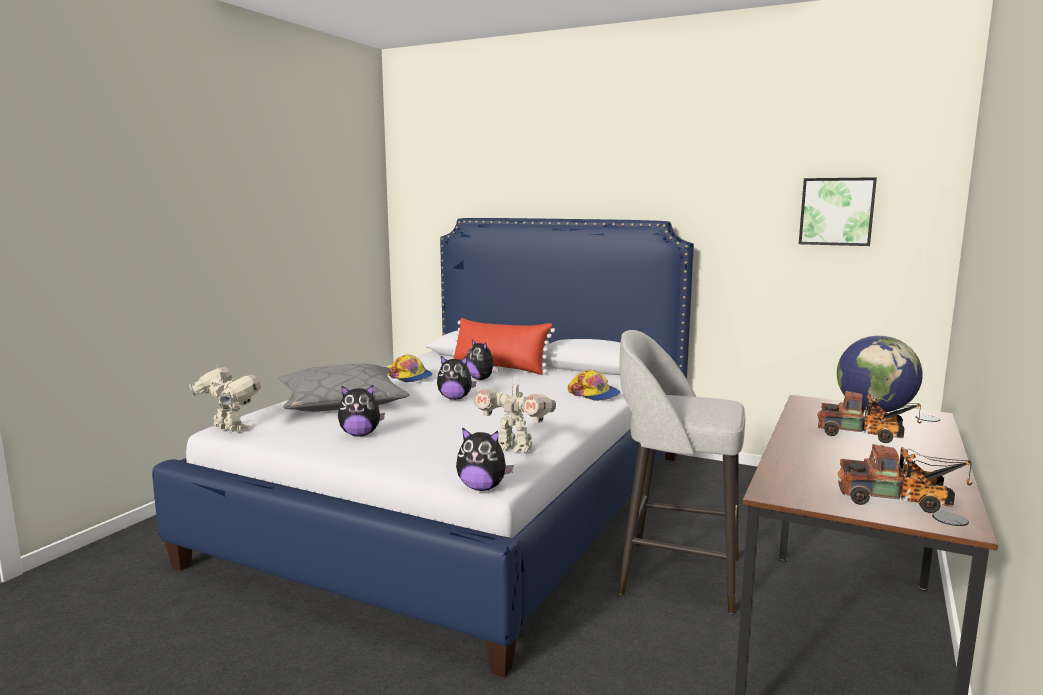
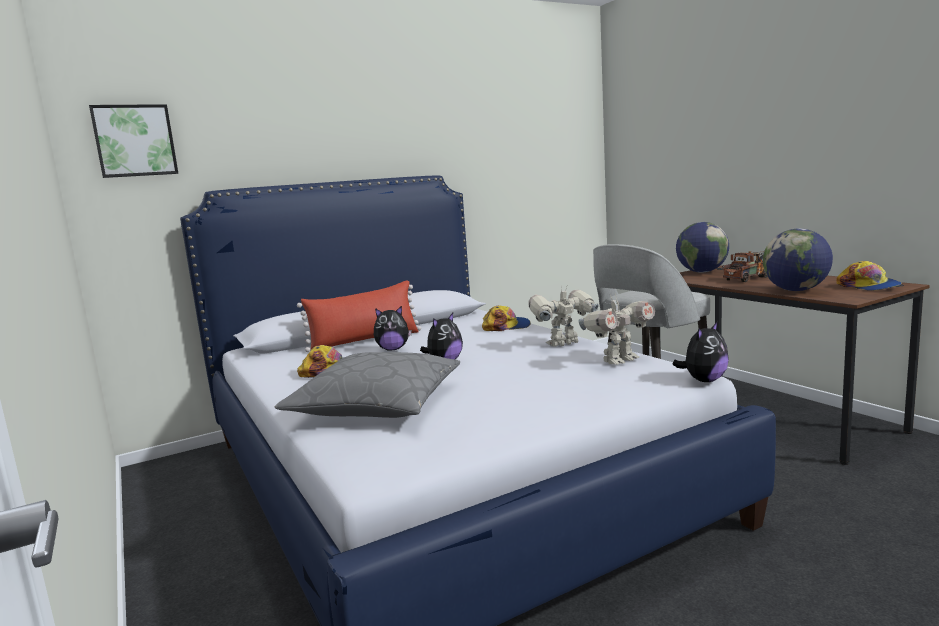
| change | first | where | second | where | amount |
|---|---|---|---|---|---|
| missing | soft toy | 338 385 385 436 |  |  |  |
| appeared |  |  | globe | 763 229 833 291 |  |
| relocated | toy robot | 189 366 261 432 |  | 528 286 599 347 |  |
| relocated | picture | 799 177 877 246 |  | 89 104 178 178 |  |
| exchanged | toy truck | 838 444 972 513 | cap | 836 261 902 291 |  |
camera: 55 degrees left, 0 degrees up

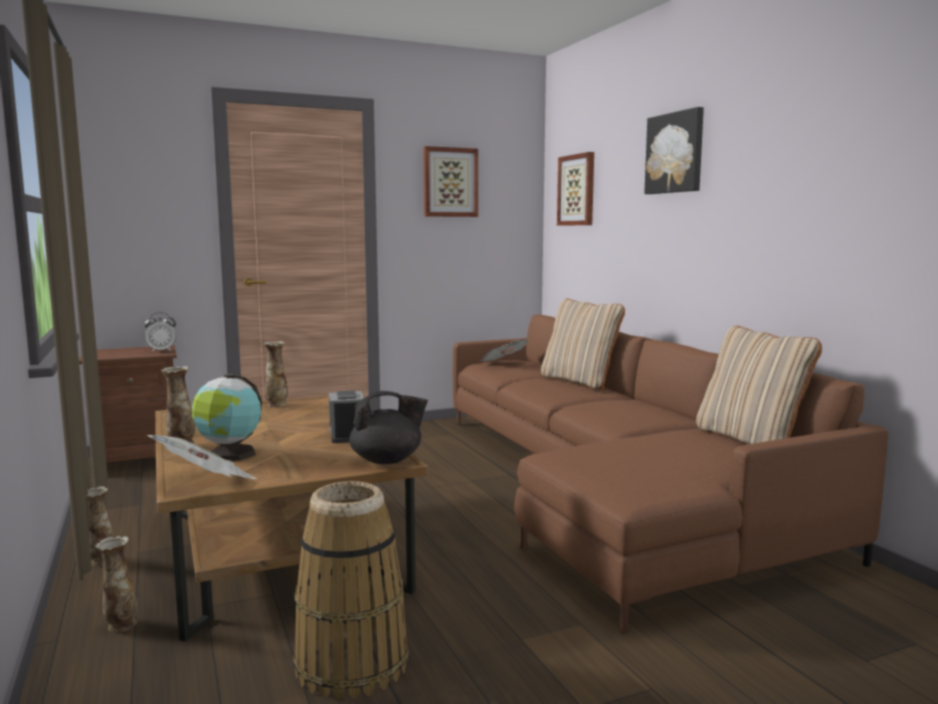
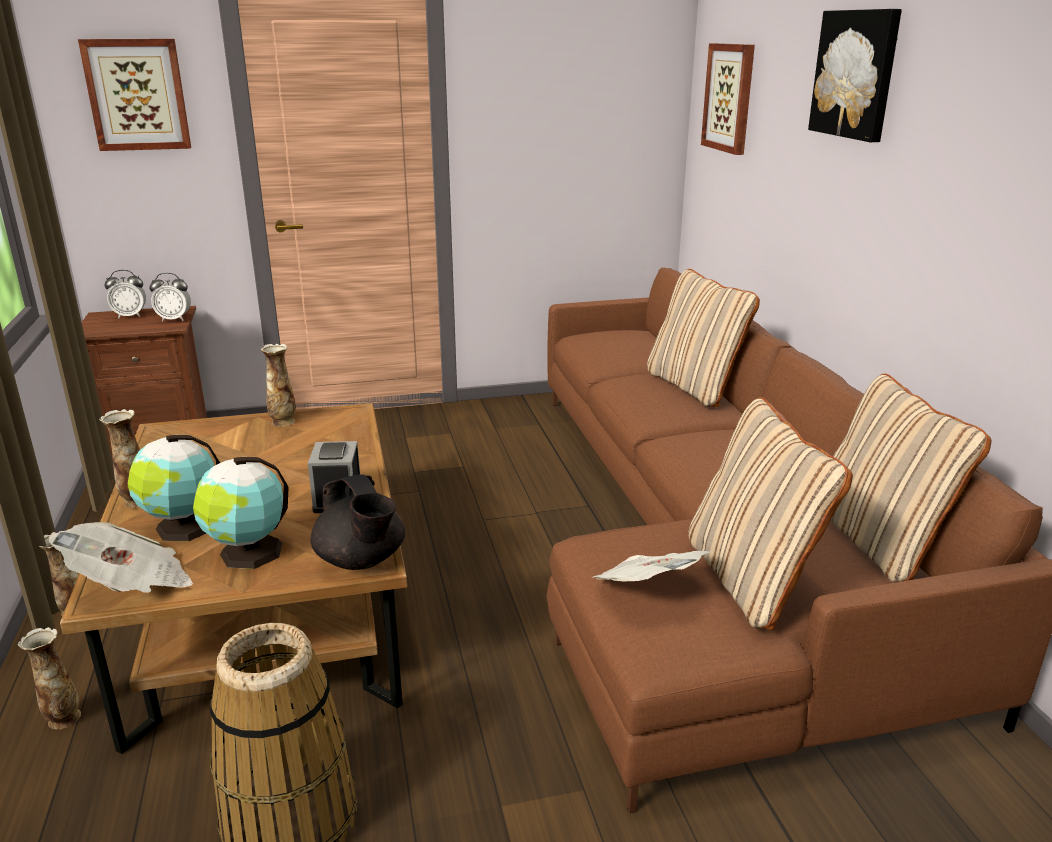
| change | first | where | second | where | amount |
|---|---|---|---|---|---|
| appeared |  |  | alarm clock | 105 270 146 319 |  |
| appeared |  |  | globe | 193 457 288 569 |  |
| appeared |  |  | pillow/beige | 688 397 853 631 |  |
| relocated | picture | 423 146 478 217 |  | 78 39 191 151 |  |
| relocated | printed paper | 480 339 529 361 |  | 593 551 712 582 |  |
| spun | teapot/black | 349 391 428 464 |  | 310 474 405 570 | 60 degrees clockwise |
camera: 10 degrees right, 15 degrees up

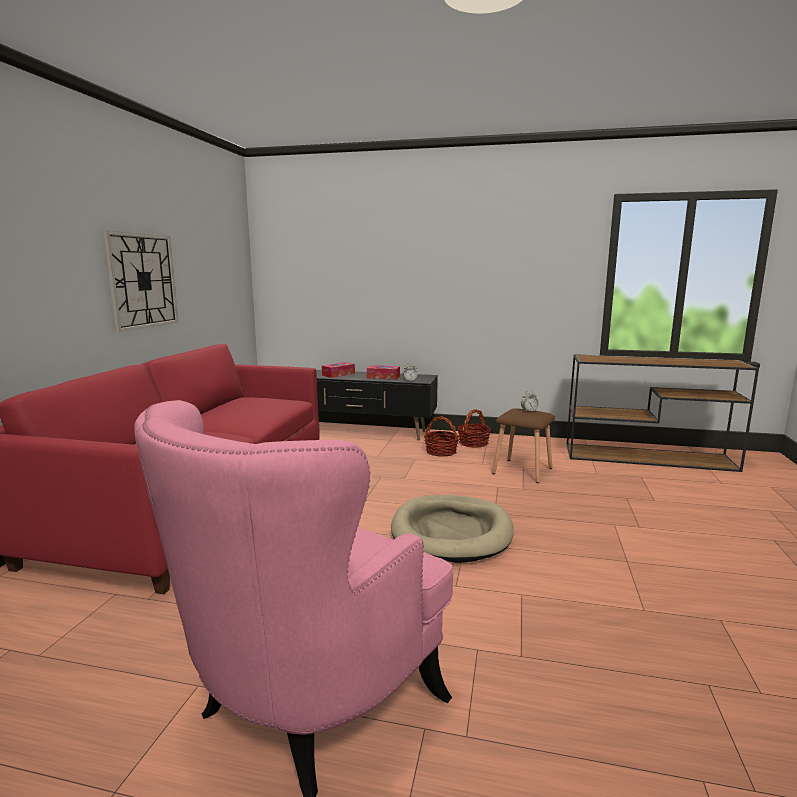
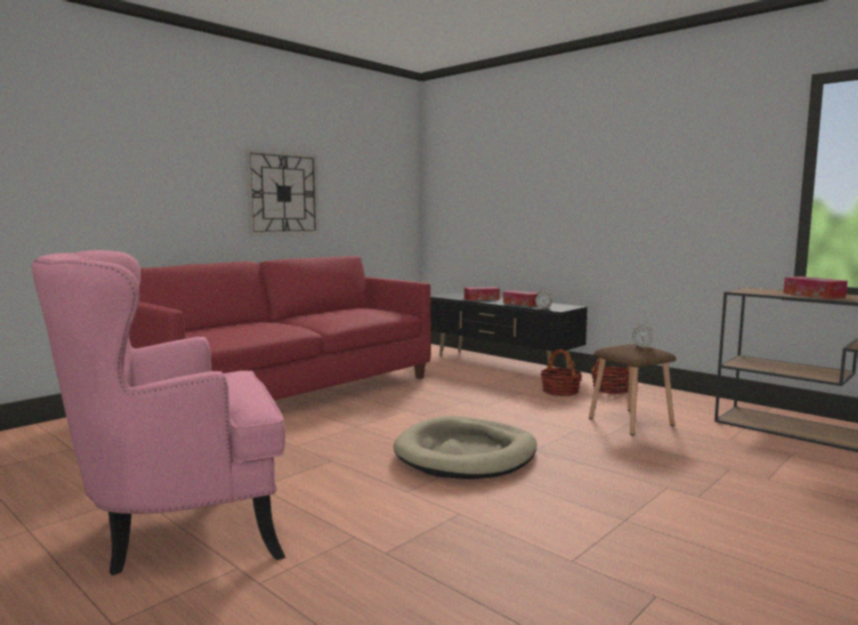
| change | first | where | second | where | amount |
|---|---|---|---|---|---|
| appeared |  |  | box of tissues | 783 276 848 299 |  |
camera: 30 degrees right, 5 degrees down

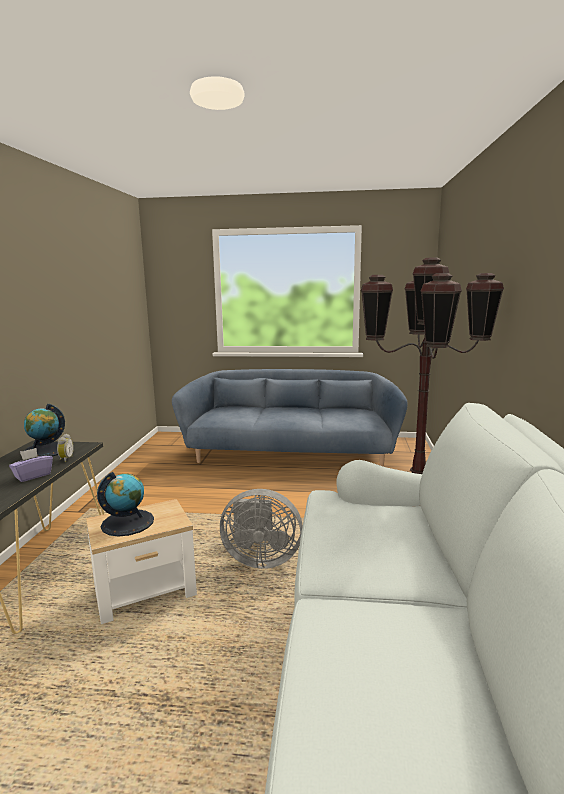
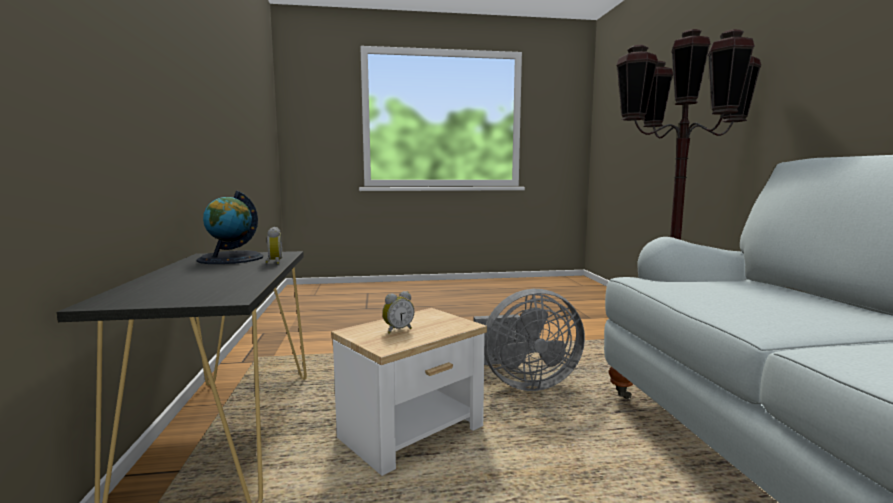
| change | first | where | second | where | amount |
|---|---|---|---|---|---|
| missing | box of tissues/purple | 9 448 53 482 |  |  |  |
| missing | couch/blue-coloured | 172 369 408 467 |  |  |  |
| exchanged | globe | 97 472 154 537 | alarm clock | 382 291 414 334 |  |
camera: 15 degrees left, 5 degrees down

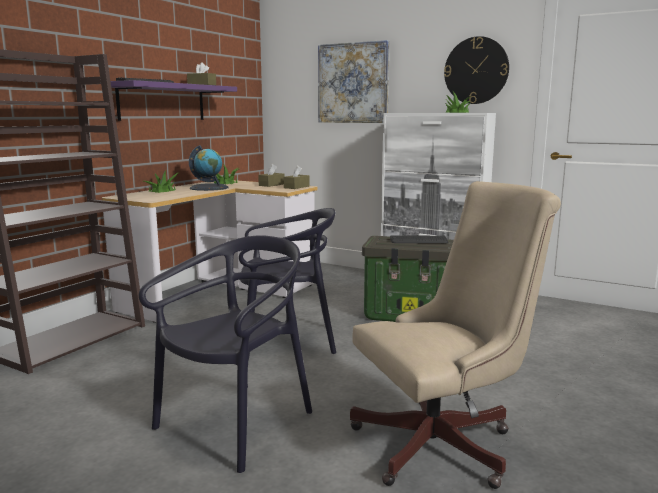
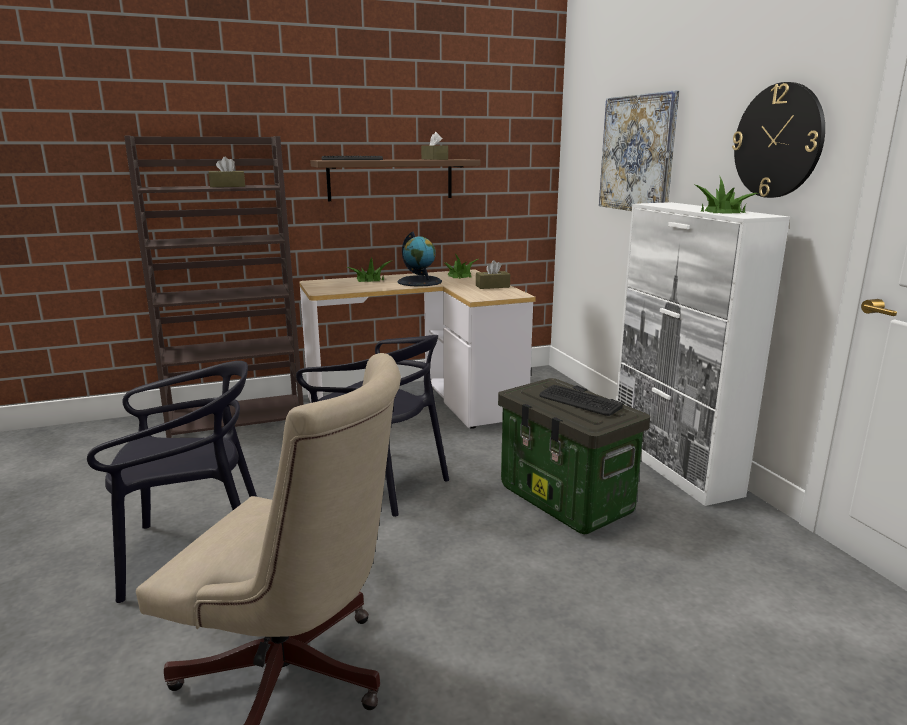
| change | first | where | second | where | amount |
|---|---|---|---|---|---|
| relocated | box of tissues/brown | 284 165 309 189 |  | 208 157 245 187 |  |
| colour | bracket shelf/purple | 110 80 237 121 | bracket shelf/brown | 310 159 480 201 |  |
camera: 40 degrees right, 5 degrees up

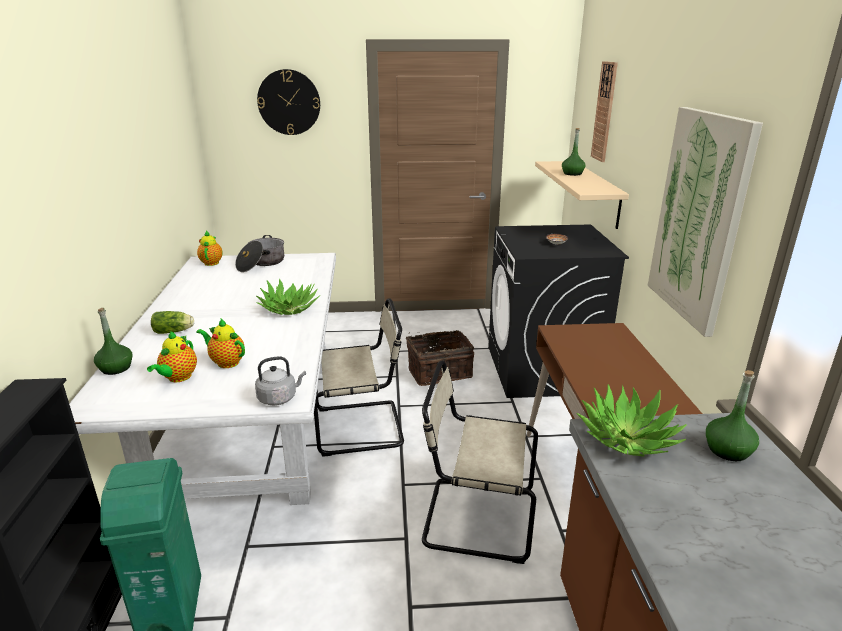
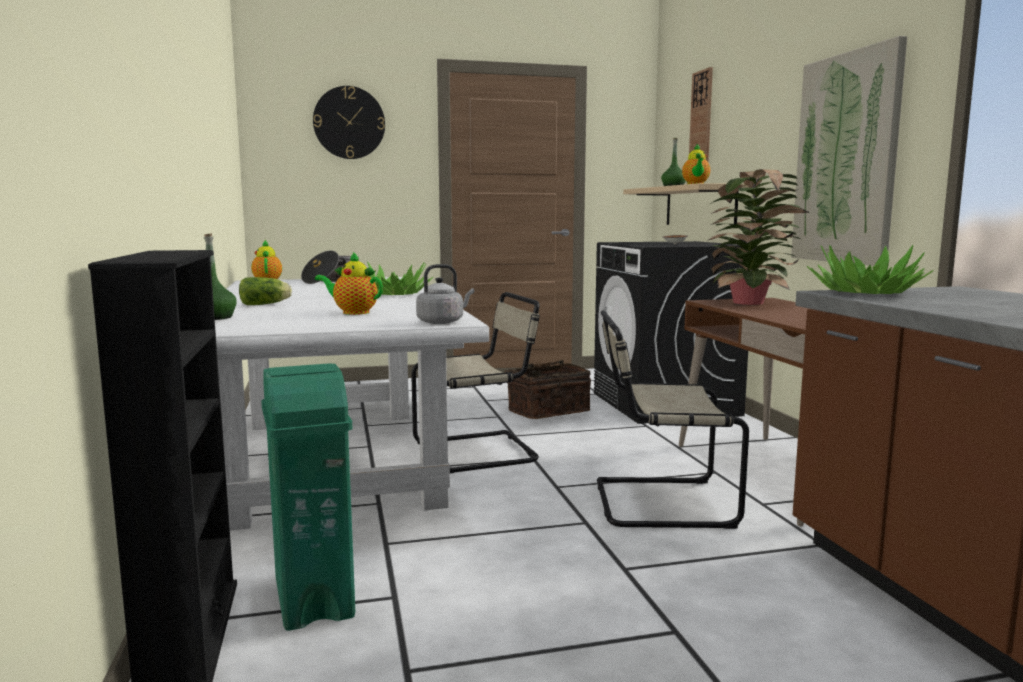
| change | first | where | second | where | amount |
|---|---|---|---|---|---|
| missing | beverage bottle/green | 706 370 759 461 |  |  |  |
| appeared |  |  | houseplant | 707 169 810 305 |  |
| relocated | teapot | 147 331 197 382 |  | 682 144 710 184 |  |
camera: 10 degrees left, 15 degrees down

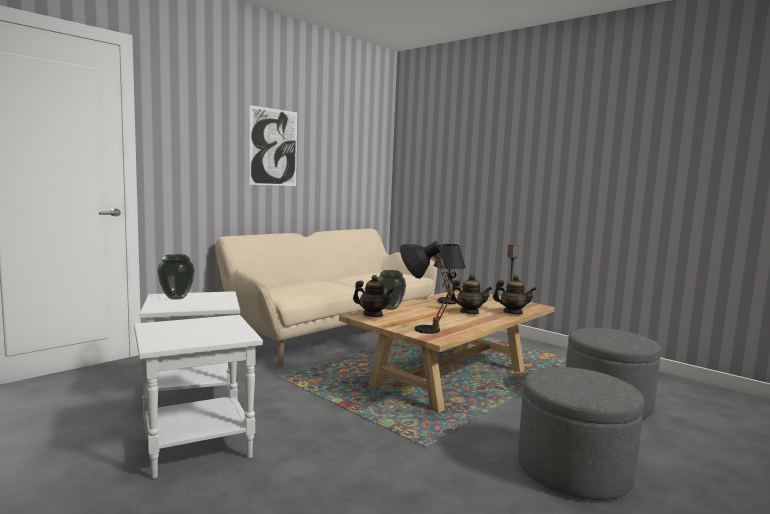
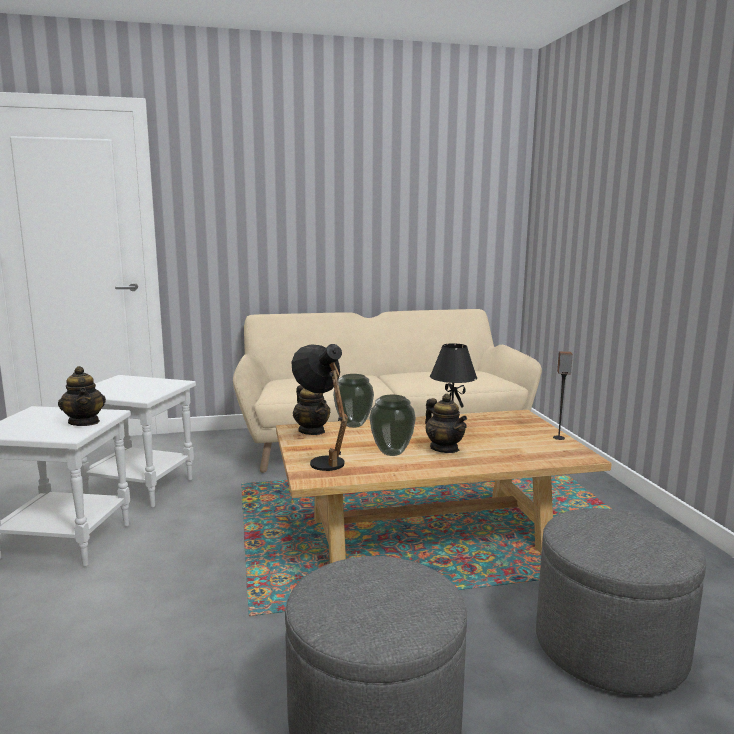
| change | first | where | second | where | amount |
|---|---|---|---|---|---|
| missing | picture | 249 105 297 186 |  |  |  |
| relocated | vase | 157 254 195 300 |  | 370 395 416 456 |  |
| relocated | teapot | 493 275 536 314 |  | 58 366 106 426 |  |
camera: 35 degrees right, 5 degrees up

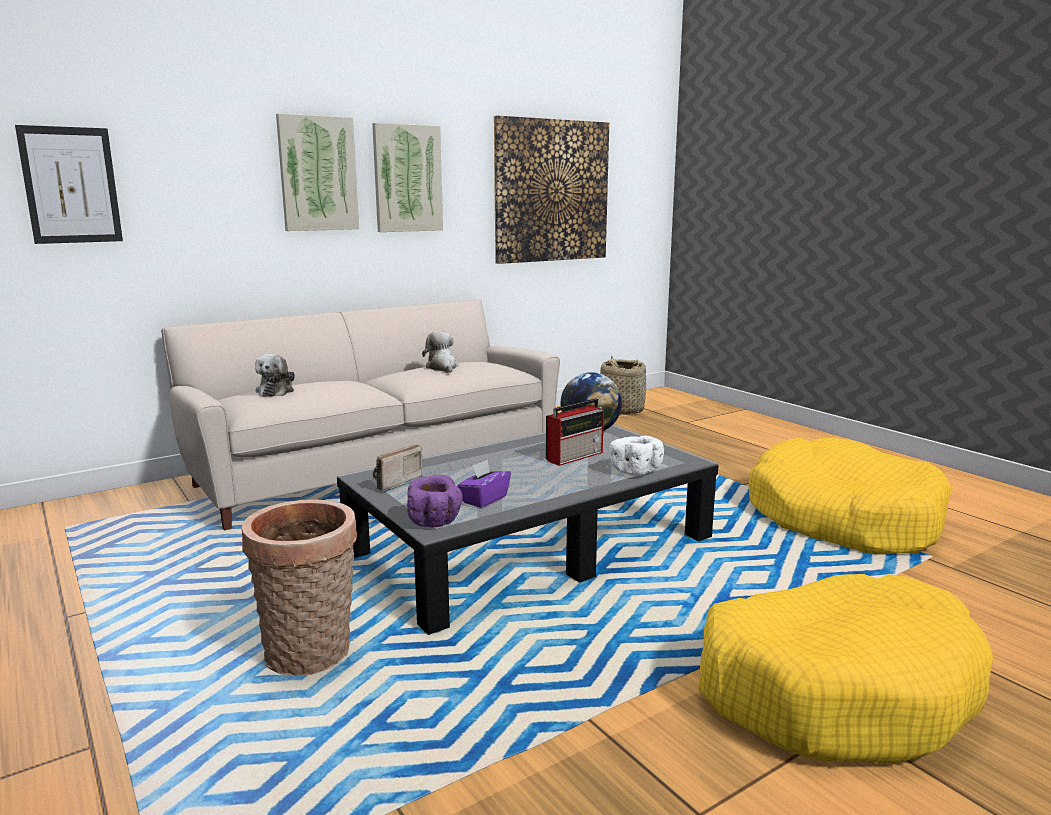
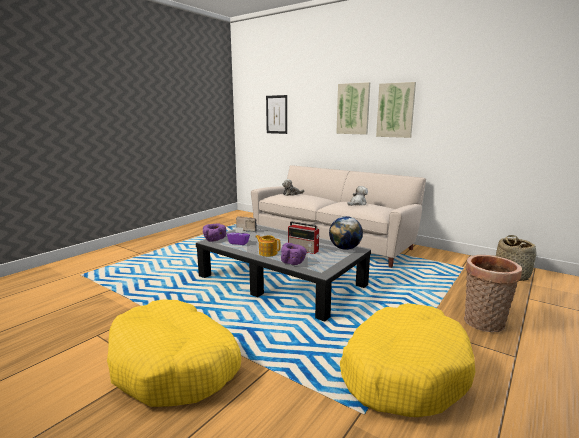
| change | first | where | second | where | amount |
|---|---|---|---|---|---|
| missing | picture | 494 116 609 264 |  |  |  |
| appeared |  |  | teapot | 255 235 281 257 |  |
| relocated | storage basket | 242 499 357 676 |  | 464 255 522 332 |  |
| colour | deep dish/white-coloured | 610 436 664 476 | deep dish/purple | 281 243 307 265 |  |
camera: 70 degrees right, 0 degrees up

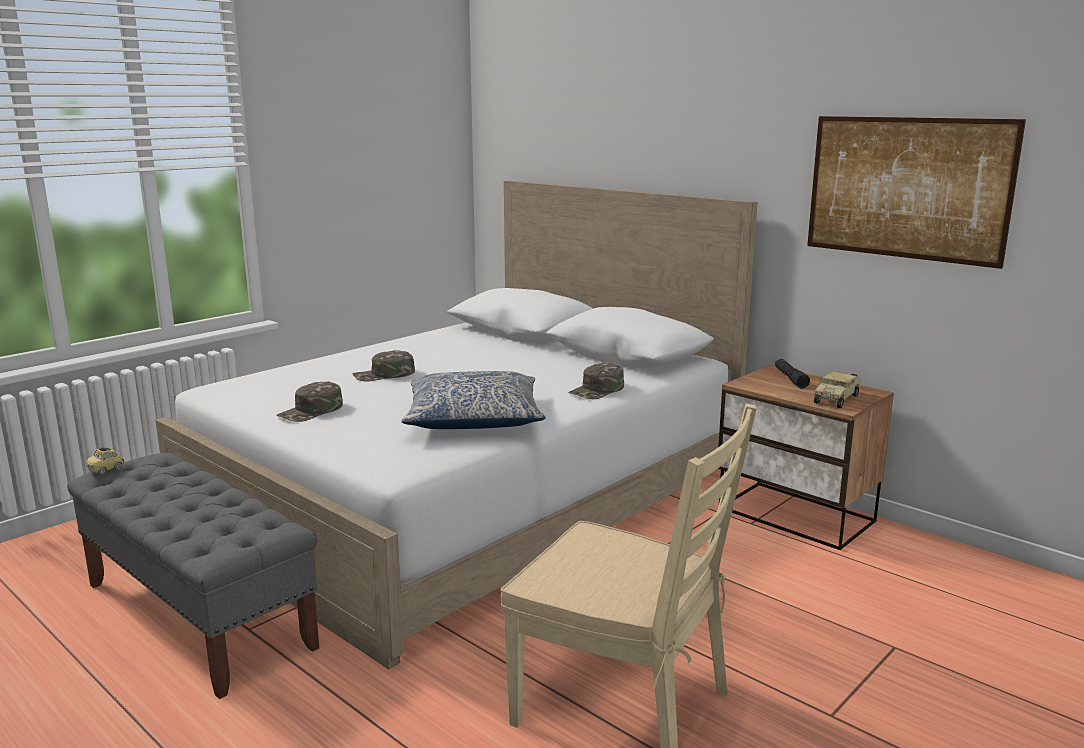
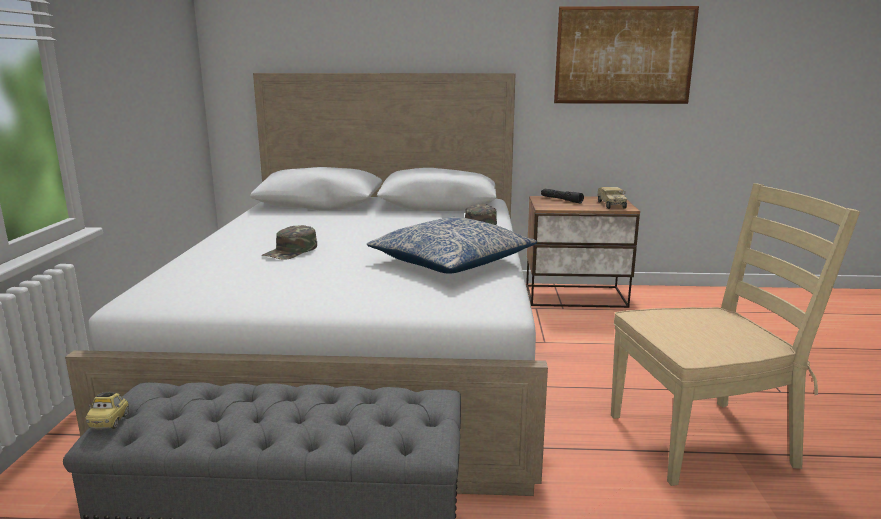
| change | first | where | second | where | amount |
|---|---|---|---|---|---|
| missing | cap/green | 277 382 343 422 |  |  |  |
camera: 40 degrees left, 0 degrees up

